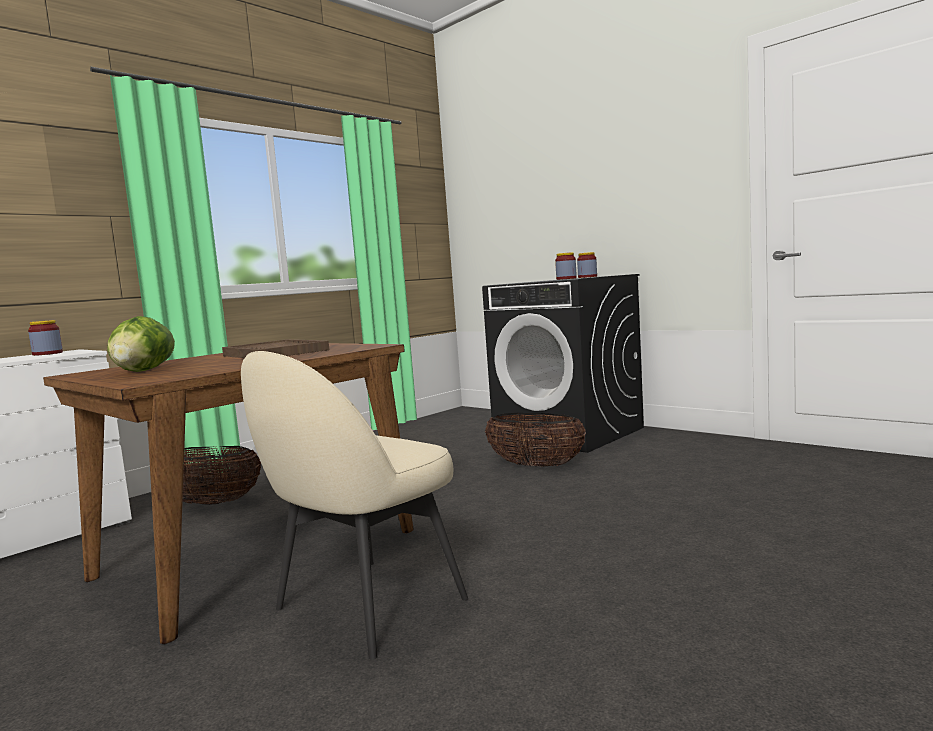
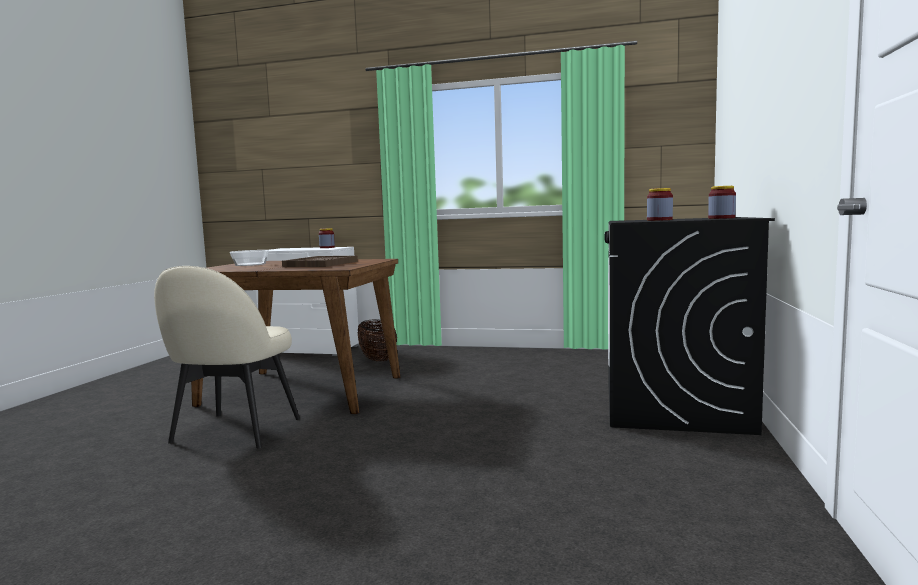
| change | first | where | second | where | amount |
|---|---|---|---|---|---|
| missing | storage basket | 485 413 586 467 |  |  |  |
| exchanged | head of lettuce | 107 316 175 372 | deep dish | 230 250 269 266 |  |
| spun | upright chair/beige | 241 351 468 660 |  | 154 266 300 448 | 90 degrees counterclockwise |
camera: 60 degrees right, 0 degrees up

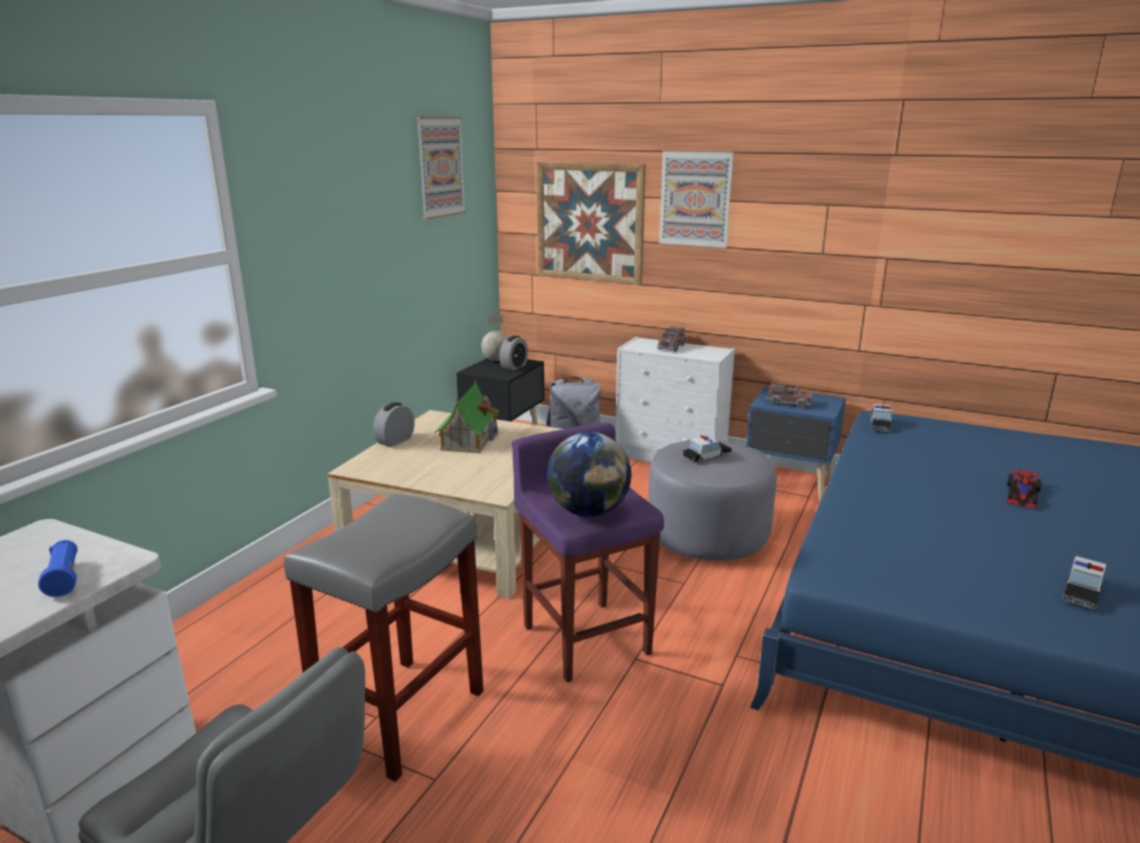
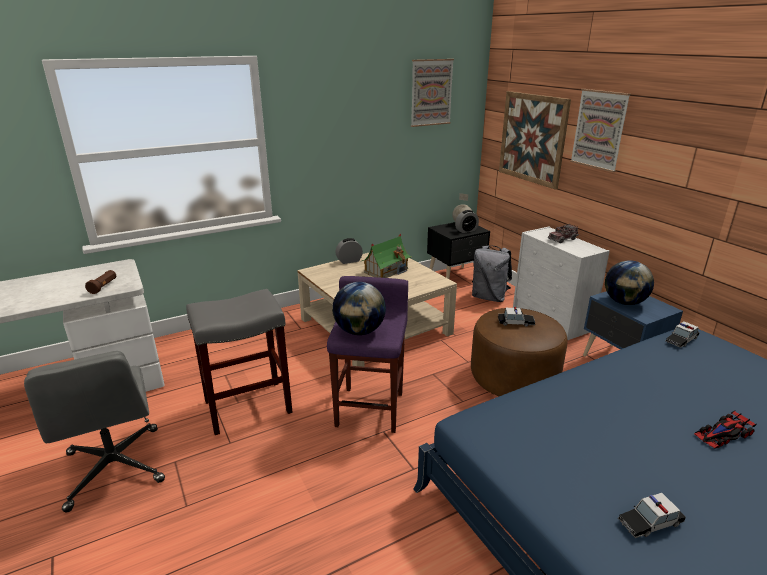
| change | first | where | second | where | amount |
|---|---|---|---|---|---|
| exchanged | toy truck | 766 382 812 408 | globe | 605 260 654 305 |  |
| colour | flashlight/blue-coloured | 38 540 78 597 | flashlight/brown | 85 270 116 294 |  |
| colour | footrest/grey | 648 440 777 561 | footrest/brown | 471 308 568 396 |  |
camera: 35 degrees right, 5 degrees up

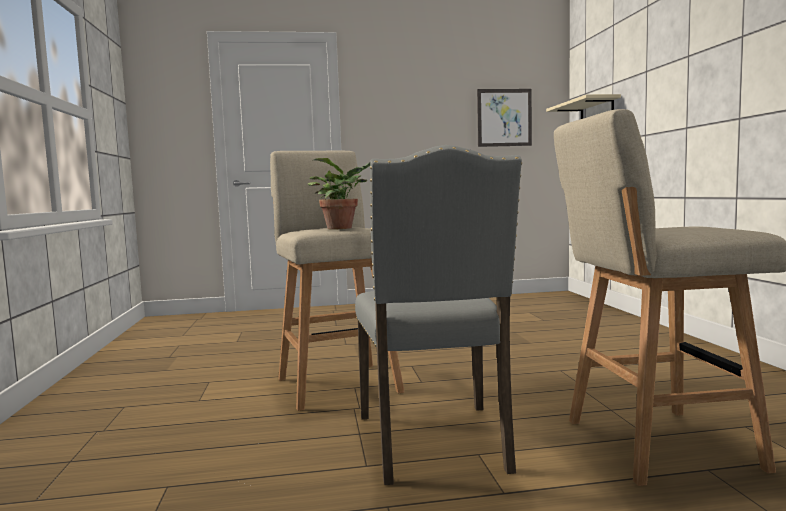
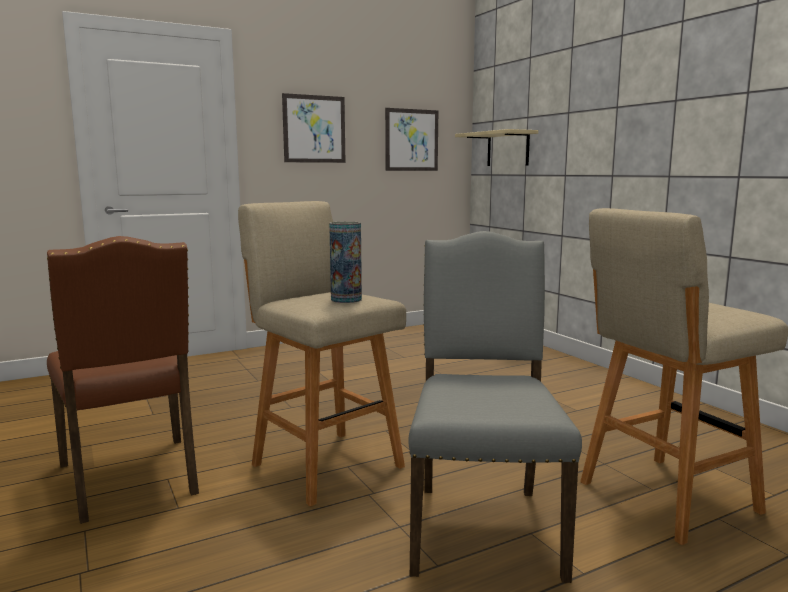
| change | first | where | second | where | amount |
|---|---|---|---|---|---|
| appeared |  |  | upright chair/brown | 47 236 199 524 |  |
| appeared |  |  | picture | 282 93 345 163 |  |
| exchanged | houseplant | 308 158 370 229 | vase | 329 222 362 303 |  |
| spun | upright chair/grey | 355 145 522 485 |  | 408 231 582 583 | 150 degrees counterclockwise |
camera: 20 degrees left, 5 degrees up

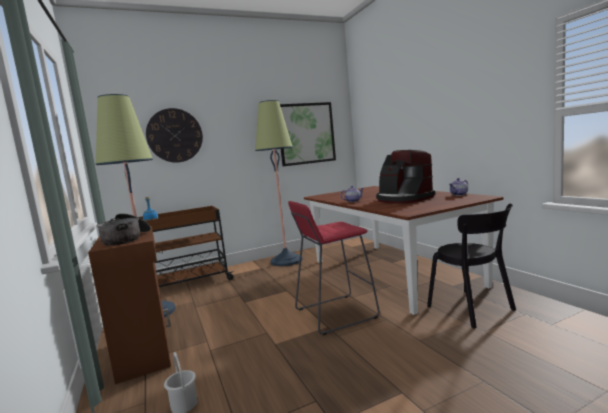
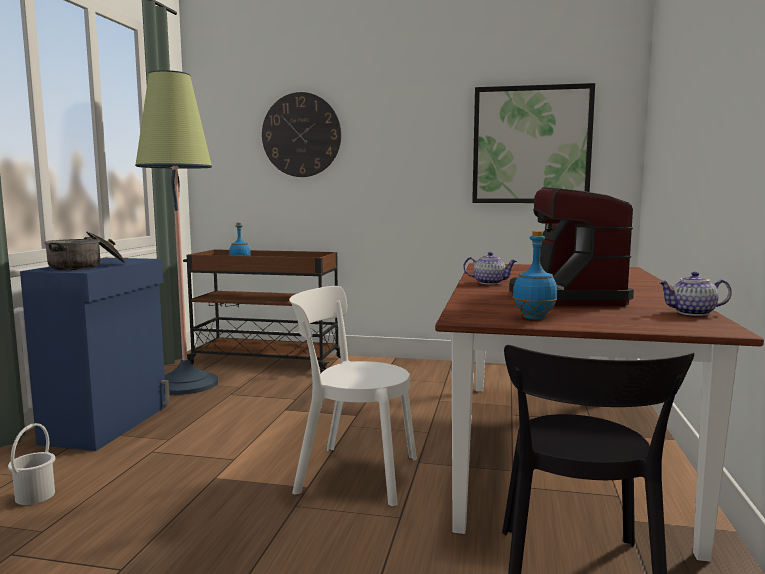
| change | first | where | second | where | amount |
|---|---|---|---|---|---|
| missing | standard lamp | 255 100 303 266 |  |  |  |
| appeared |  |  | beverage bottle/blue-coloured | 513 231 558 319 |  |
| exchanged | sitting stool/reddish | 288 201 380 335 | upright chair/white-coloured | 289 286 417 506 |  |
| colour | storage cabinet/brown | 88 226 171 384 | storage cabinet/blue-coloured | 20 258 170 451 |  |
camera: 35 degrees right, 0 degrees up

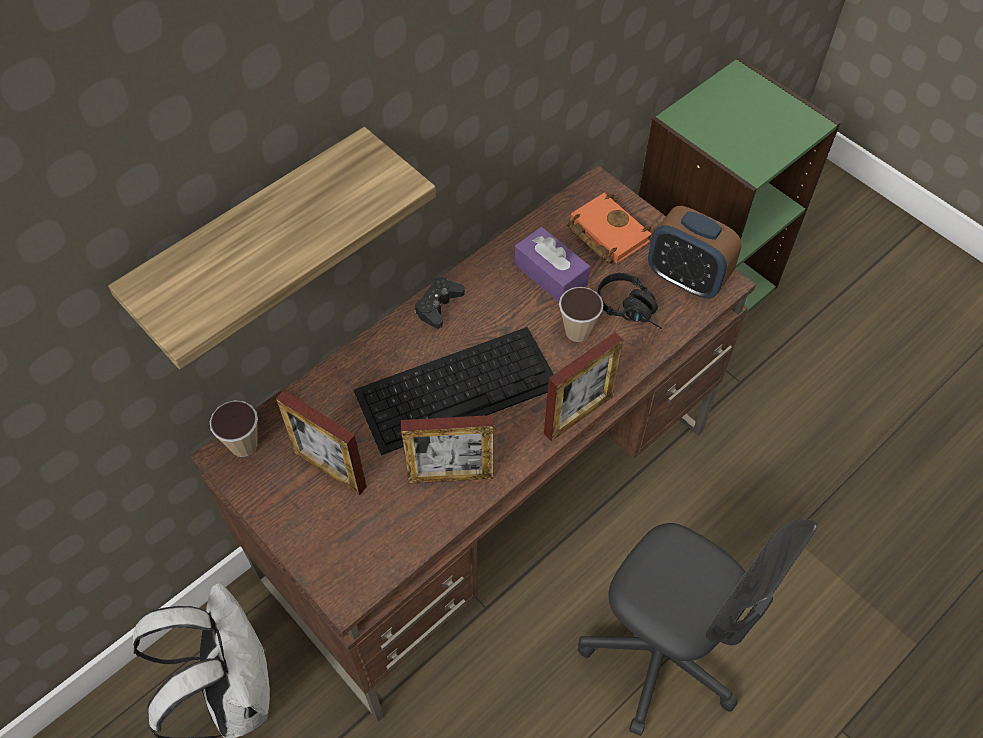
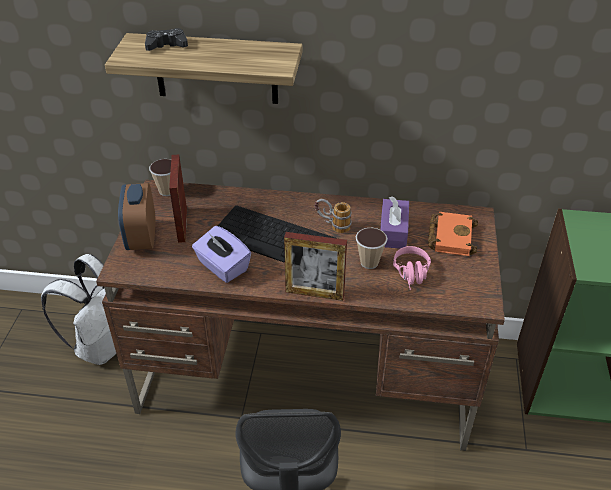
| change | first | where | second | where | amount |
|---|---|---|---|---|---|
| appeared |  |  | tea mug | 315 199 352 233 |  |
| relocated | gamepad/black | 415 277 465 329 |  | 145 28 188 51 |  |
| relocated | alarm clock | 648 206 742 298 |  | 118 183 156 250 |  |
| exchanged | standing frame | 401 415 493 484 | box of tissues/purple | 192 226 251 283 |  |
| colour | headphones/black | 597 273 662 329 | headphones/pink | 393 246 431 291 |  |
camera: 50 degrees right, 15 degrees down

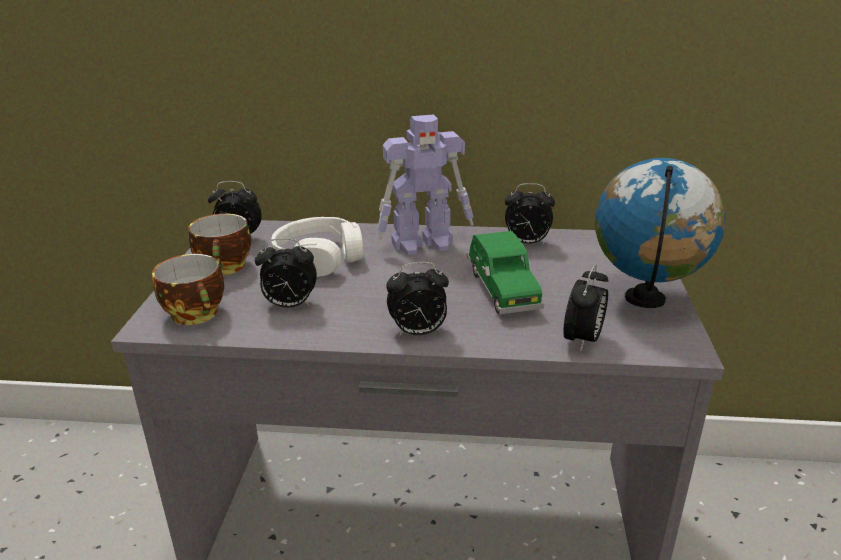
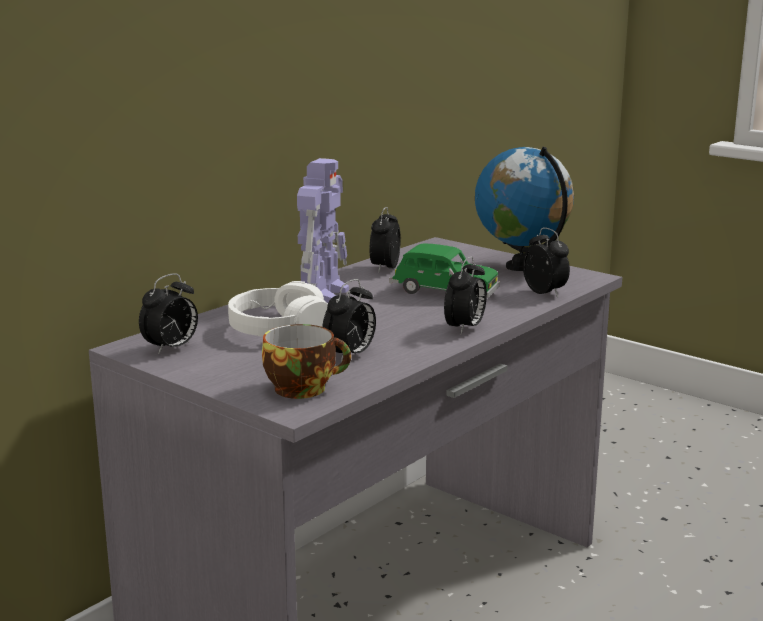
| change | first | where | second | where | amount |
|---|---|---|---|---|---|
| missing | drinking cup | 188 214 251 275 |  |  |  |
| spun | alarm clock | 505 183 555 245 |  | 370 207 400 273 | 150 degrees clockwise |
camera: 55 degrees left, 10 degrees down

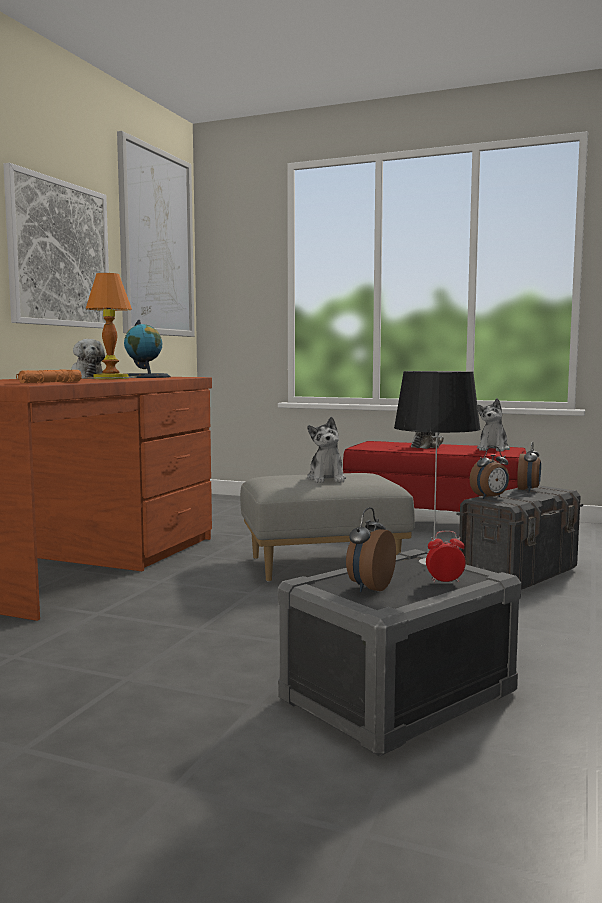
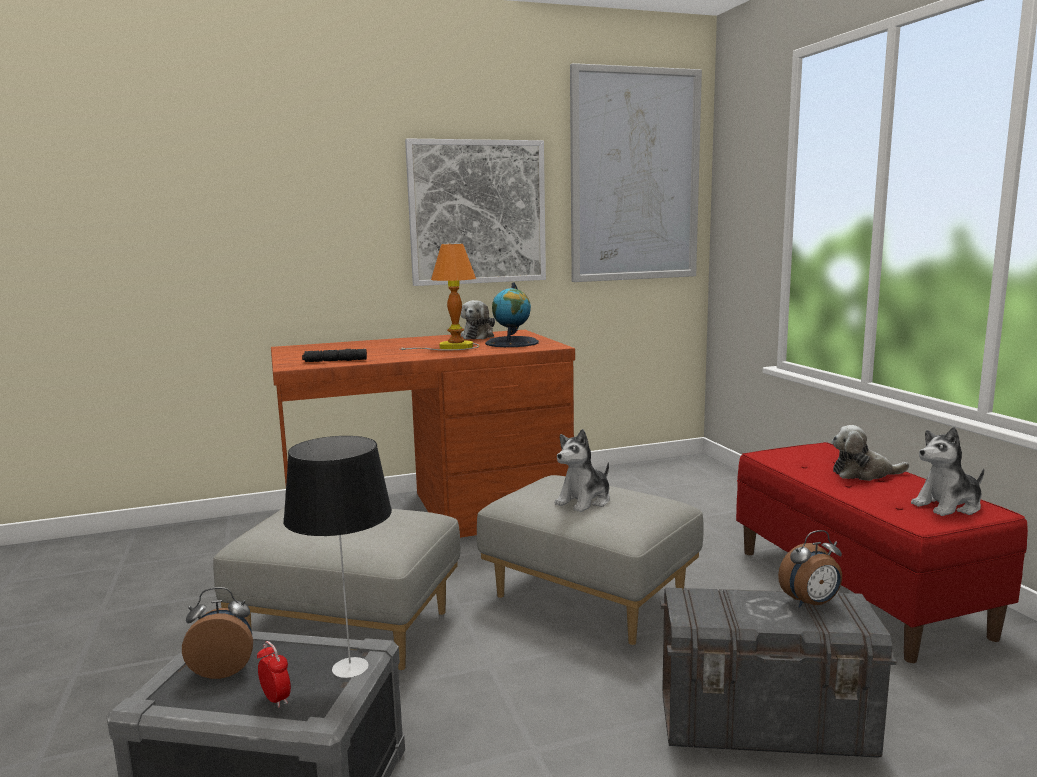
| change | first | where | second | where | amount |
|---|---|---|---|---|---|
| missing | alarm clock | 469 446 509 499 |  |  |  |
| appeared |  |  | footrest/grey | 213 507 461 671 |  |
| colour | flashlight/orange-coloured | 16 369 82 383 | flashlight/black | 302 349 367 362 |  |
camera: 50 degrees right, 5 degrees up

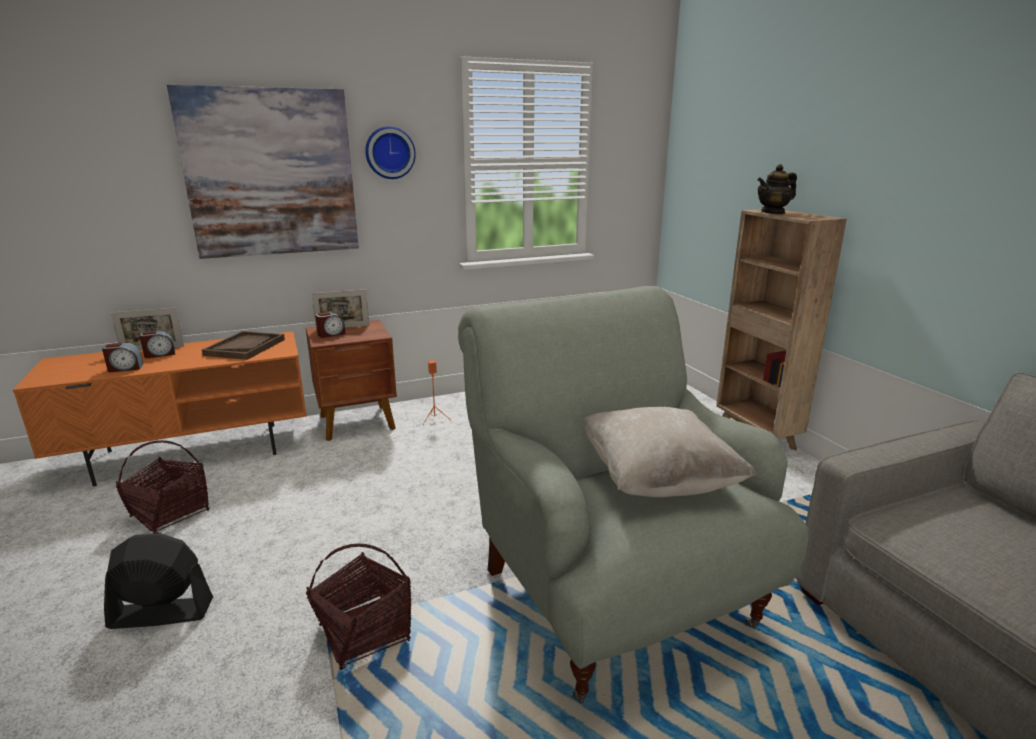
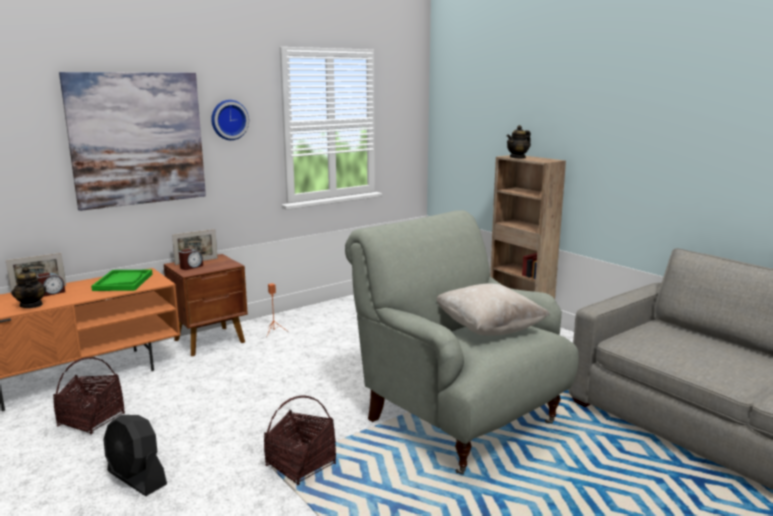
| change | first | where | second | where | amount |
|---|---|---|---|---|---|
| exchanged | alarm clock | 102 343 143 372 | teapot | 11 267 46 308 |  |
| colour | carrying tray/brown | 202 331 285 360 | carrying tray/green | 91 270 152 291 |  |
| spun | fan/black | 104 533 213 629 |  | 103 415 167 496 | 120 degrees counterclockwise |
camera: 15 degrees left, 5 degrees down

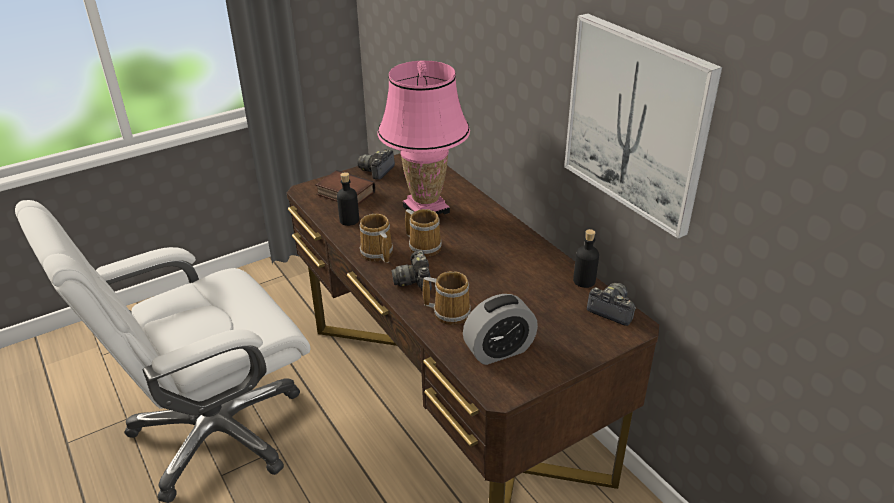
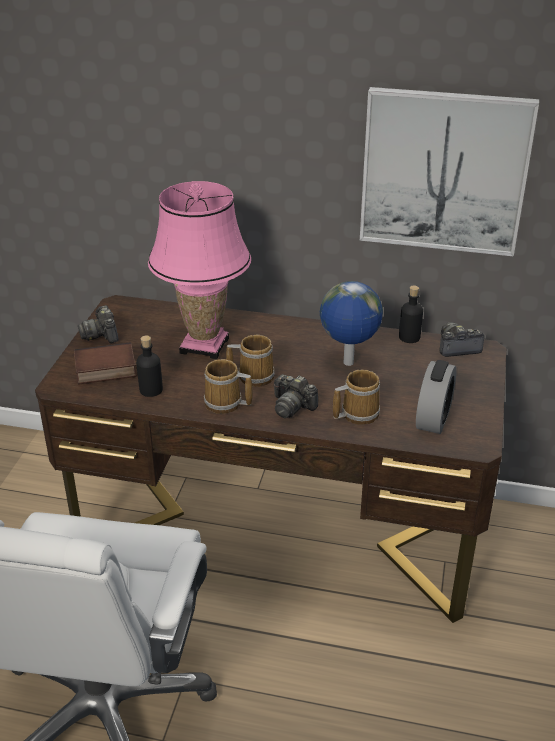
| change | first | where | second | where | amount |
|---|---|---|---|---|---|
| appeared |  |  | globe | 320 281 383 366 |  |
camera: 45 degrees left, 0 degrees up

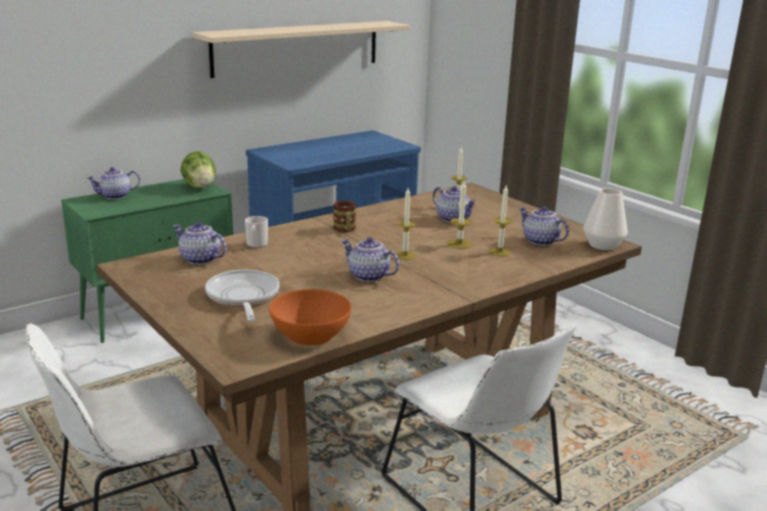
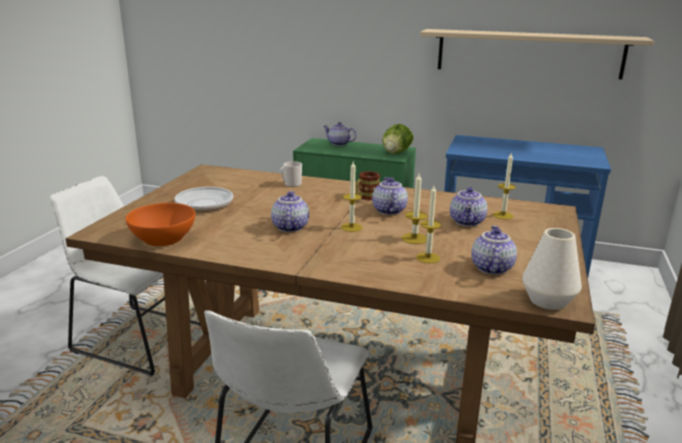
| change | first | where | second | where | amount |
|---|---|---|---|---|---|
| relocated | teapot | 173 222 227 265 |  | 372 178 408 215 |  |
camera: 55 degrees right, 0 degrees up

